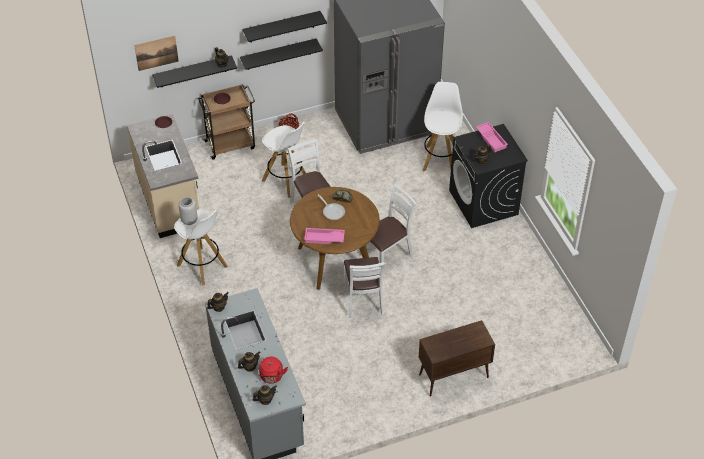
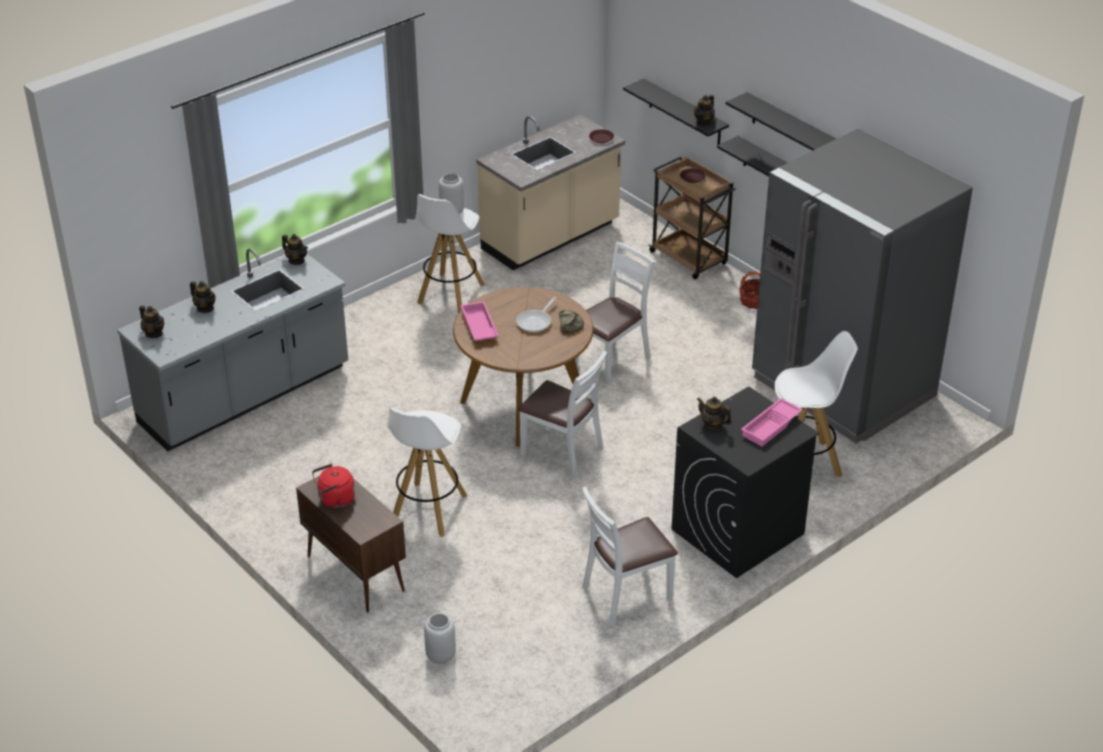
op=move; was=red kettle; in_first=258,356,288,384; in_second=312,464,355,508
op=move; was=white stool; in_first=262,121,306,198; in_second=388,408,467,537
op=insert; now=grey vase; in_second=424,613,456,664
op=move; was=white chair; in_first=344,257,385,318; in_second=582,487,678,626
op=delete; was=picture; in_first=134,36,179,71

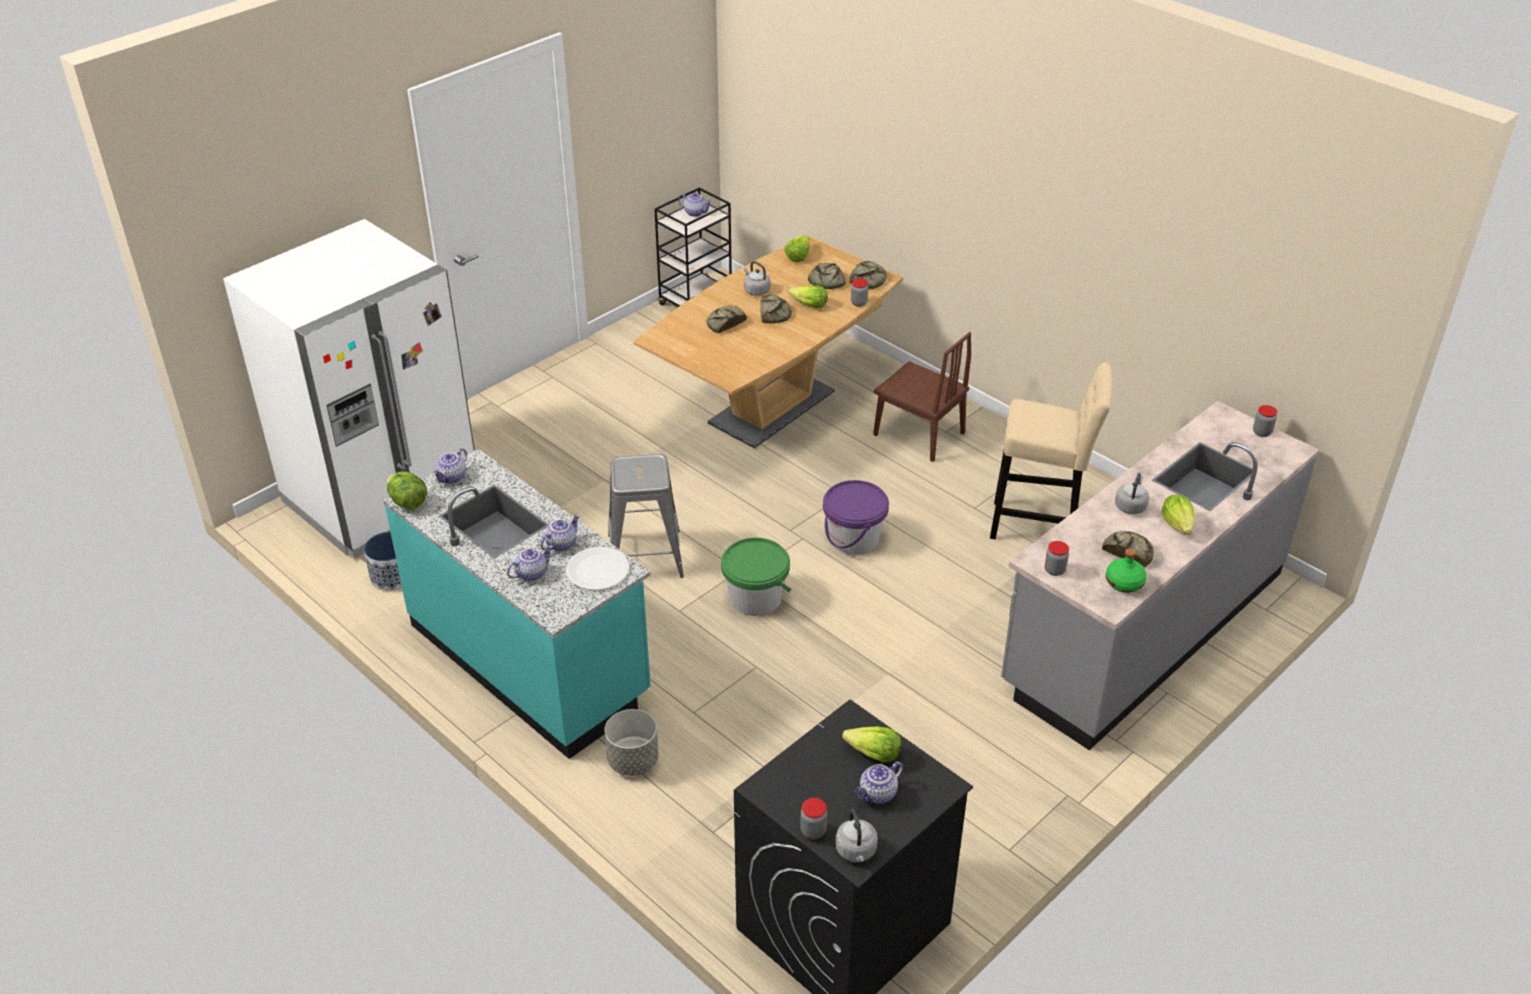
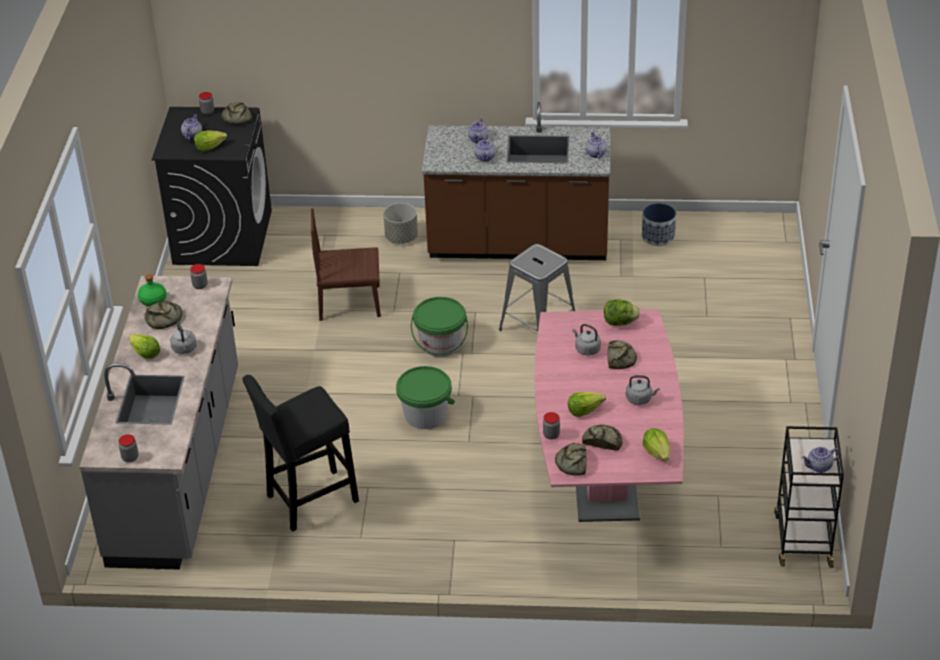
op=move; was=bread; in_first=760,295,792,323; in_second=221,103,252,125
op=recolor; was=beige stool; now=black stool; in_first=990,362,1113,539; in_second=242,375,359,532
op=move; was=brown chair; in_first=873,332,971,462; in_second=311,208,381,321
op=recolor; was=purple bucket; now=green bucket; in_first=823,480,889,555; in_second=396,366,455,429
op=recolor; was=turquoise counter; now=brown counter; in_first=383,449,651,759; in_second=422,102,610,260
op=recolor; was=brown dining table; now=pink dining table; in_first=633,235,903,448; in_second=534,309,684,522
op=move; was=grey kettle; in_first=836,809,878,862; in_second=572,324,601,356
op=move; was=lettuce; in_first=387,471,427,510; in_second=604,299,640,326
op=delete; was=white fridge; in_first=223,219,475,559
op=delete; was=white plate; in_first=566,547,629,590

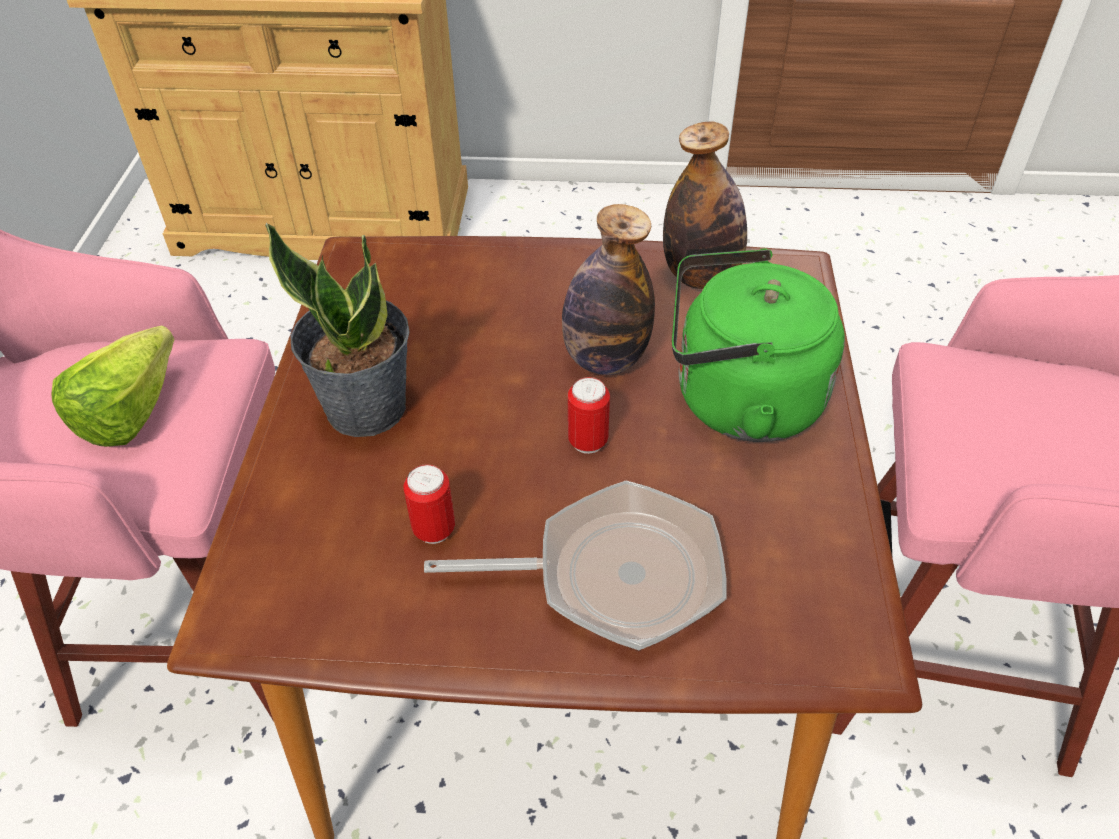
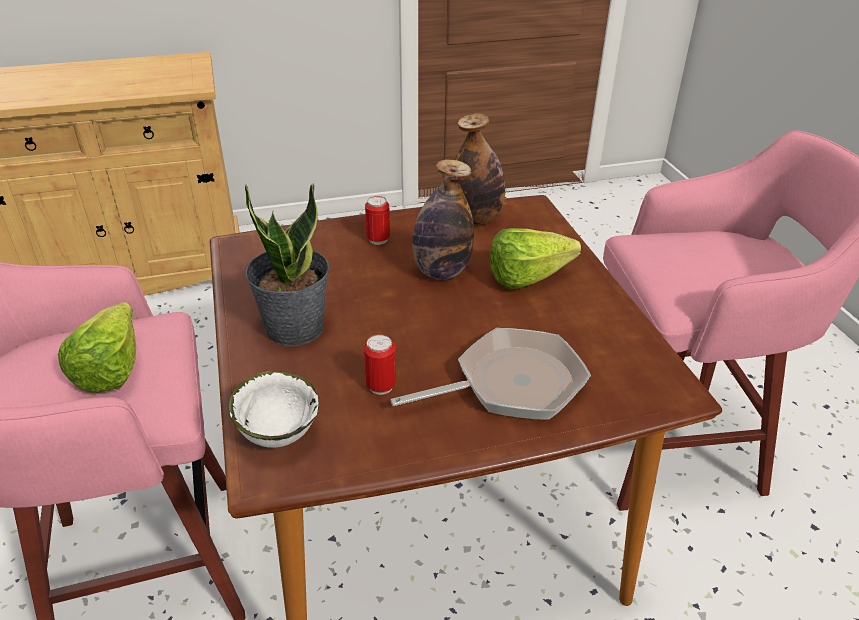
op=insert; now=white bowl; in_second=229,371,319,448
op=move; was=can; in_first=568,377,610,454; in_second=365,196,390,245
op=replace; was=green kettle; now=lettuce; in_first=672,249,845,442; in_second=490,228,581,289

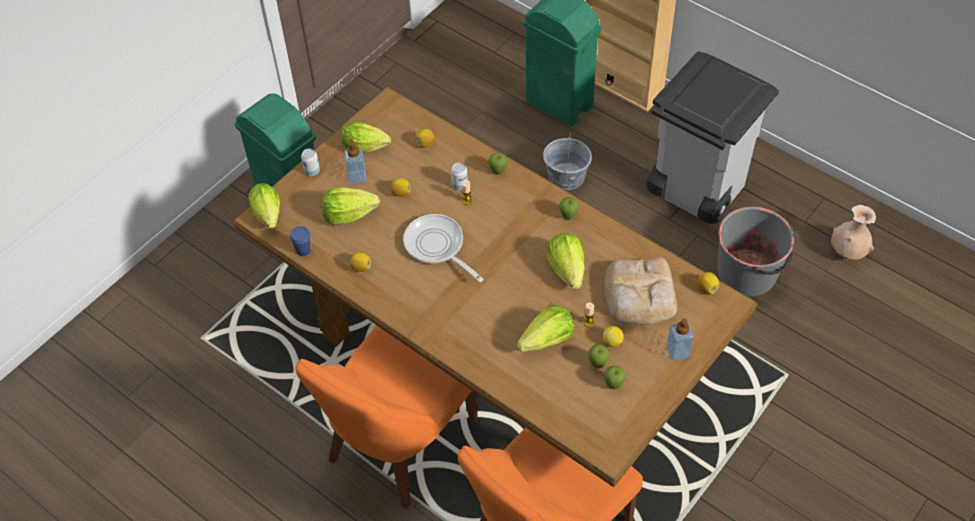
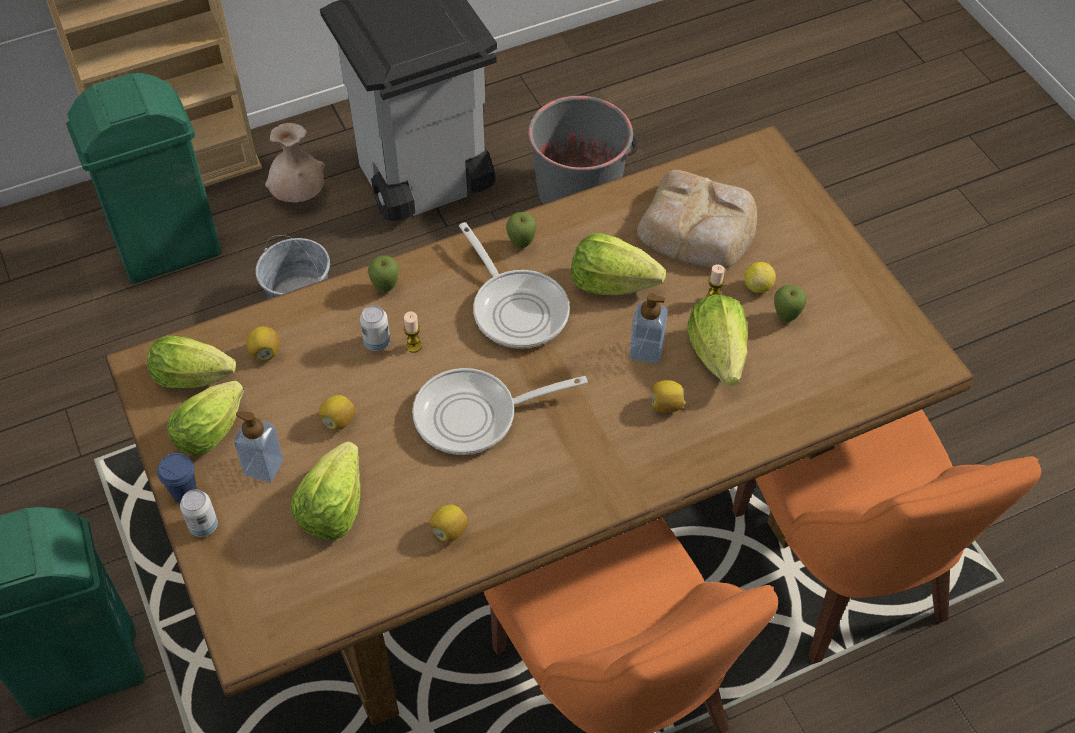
op=move; was=lettuce; in_first=248,183,280,229; in_second=147,335,236,388
op=move; was=blue cup; in_first=290,226,310,256; in_second=157,453,197,503
op=move; was=beige vase; in_first=831,205,876,260; in_second=265,123,325,203
op=insert; now=frying pan; in_second=459,222,570,349
op=move; was=soap dispenser; in_first=666,318,694,361; in_second=629,293,668,364
op=move; was=lemon; in_first=697,272,719,294; in_second=652,380,685,413
op=delete; was=apple; in_first=604,366,626,389

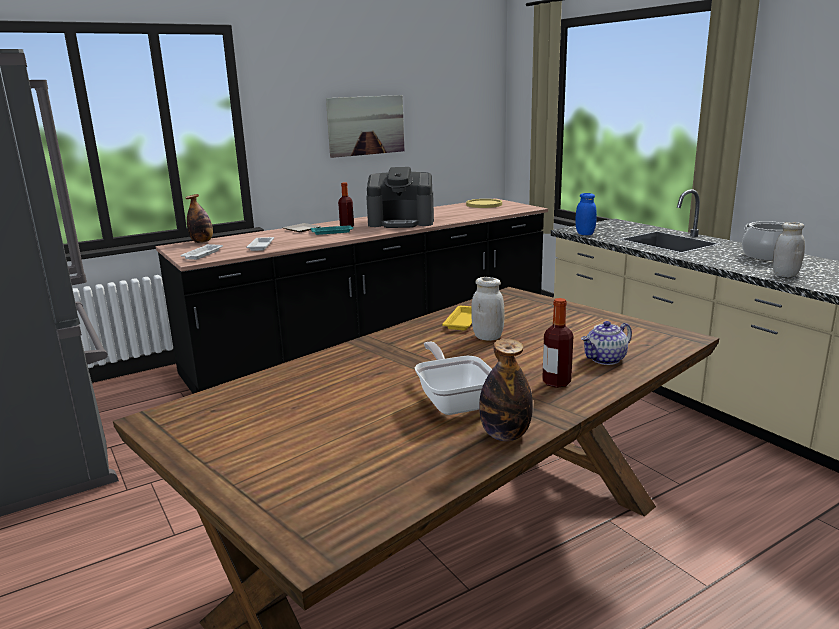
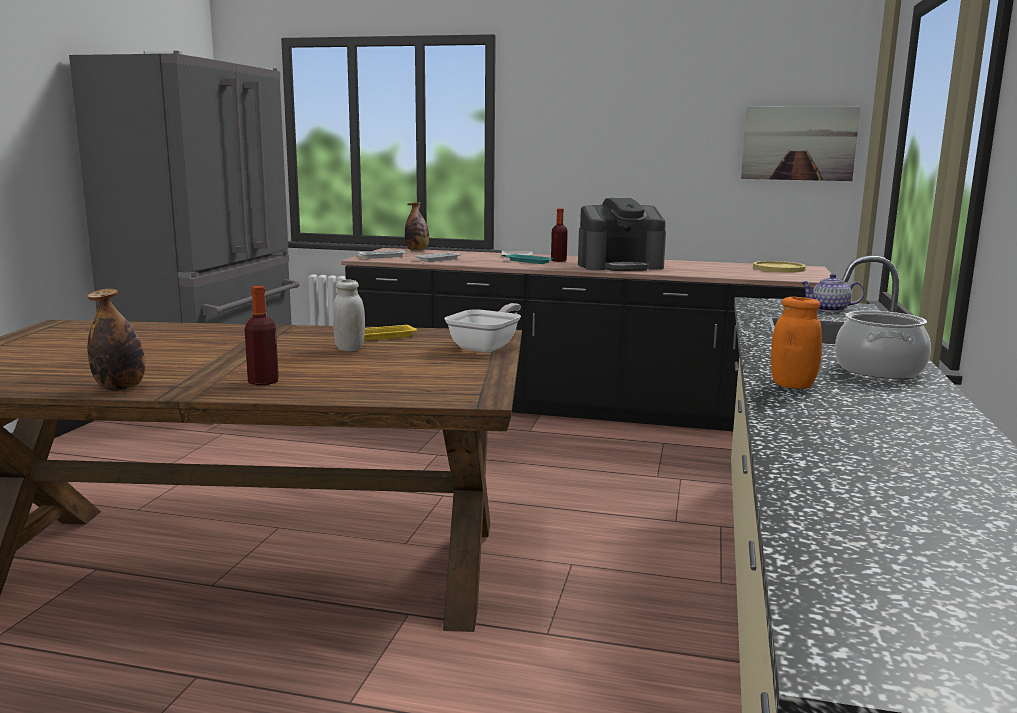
op=move; was=frying pan; in_first=415,342,492,415; in_second=445,303,521,352
op=rotate; was=coffee machine; in_first=366,167,434,228; in_second=578,198,666,271; clockwise=-60
op=move; was=picture; in_first=326,95,404,158; in_second=741,106,860,181
op=recolor; was=white jar; now=orange jar; in_first=773,222,805,277; in_second=771,297,822,389
op=move; was=teapot; in_first=581,321,632,365; in_second=801,274,865,312
op=delete; was=blue jar; in_first=575,193,597,235

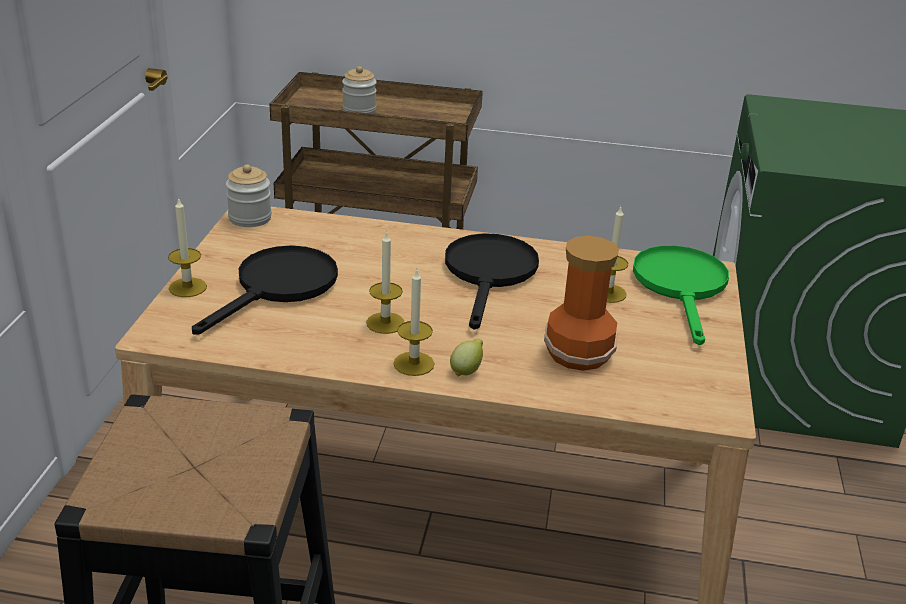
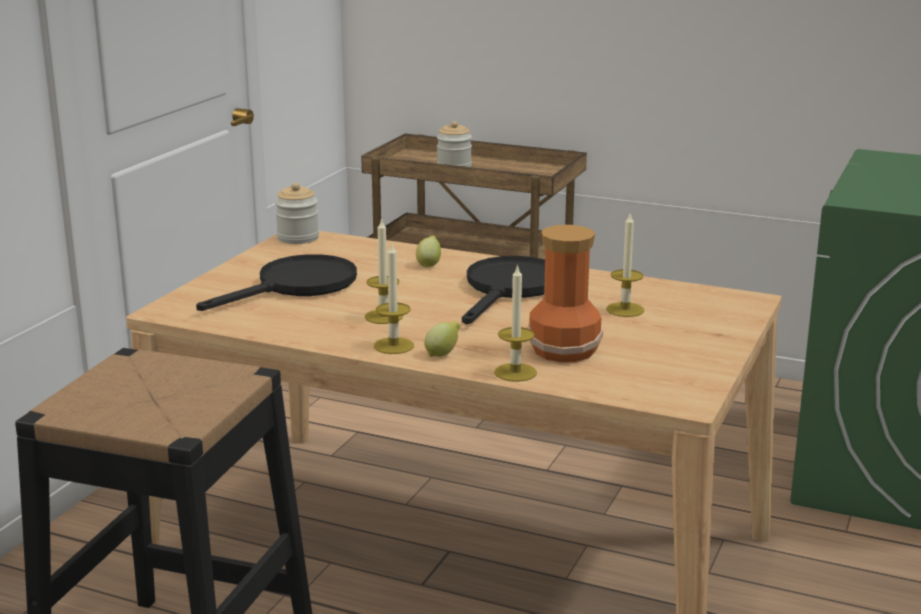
op=insert; now=lemon; in_second=416,236,441,268
op=move; was=candle; in_first=168,197,207,297; in_second=494,264,537,382
op=delete; was=green frying pan; in_first=633,245,729,345

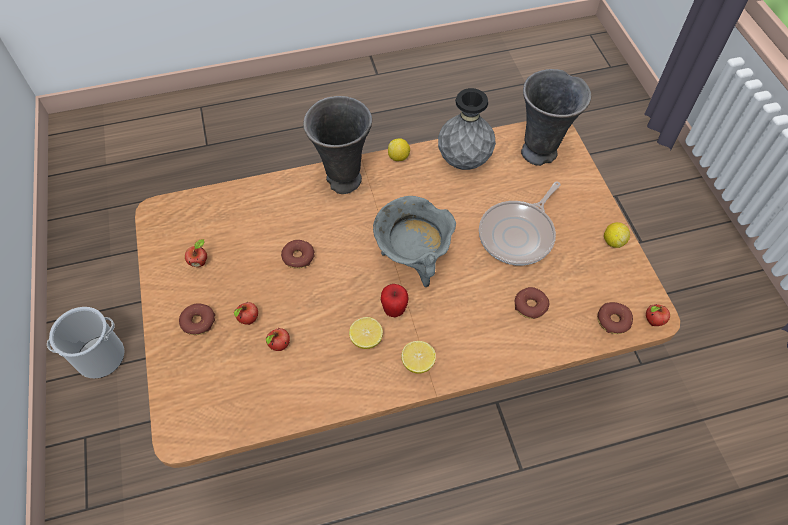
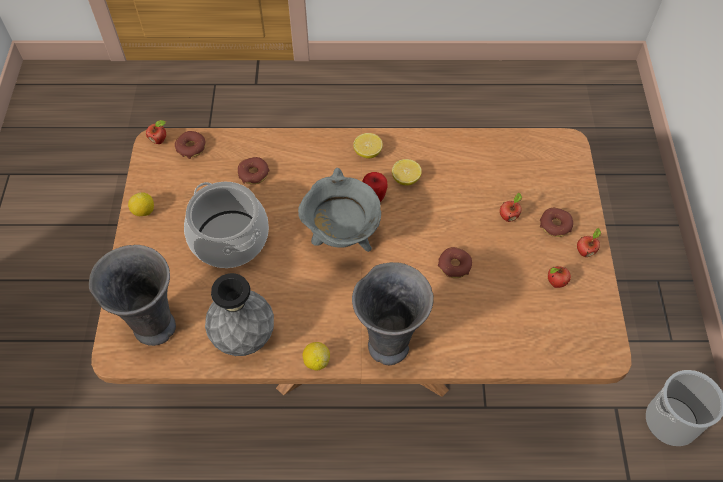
op=replace; was=frying pan; now=cooking pot; in_first=479,181,561,265; in_second=184,182,269,268
op=move; was=apple; in_first=266,328,290,351; in_second=577,228,601,257

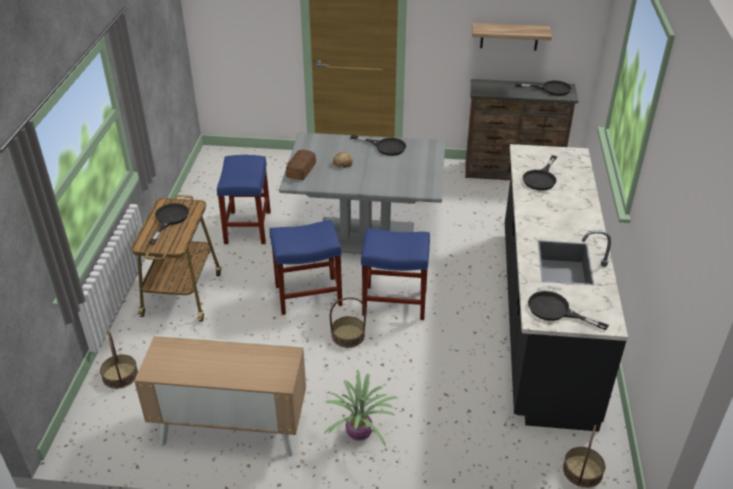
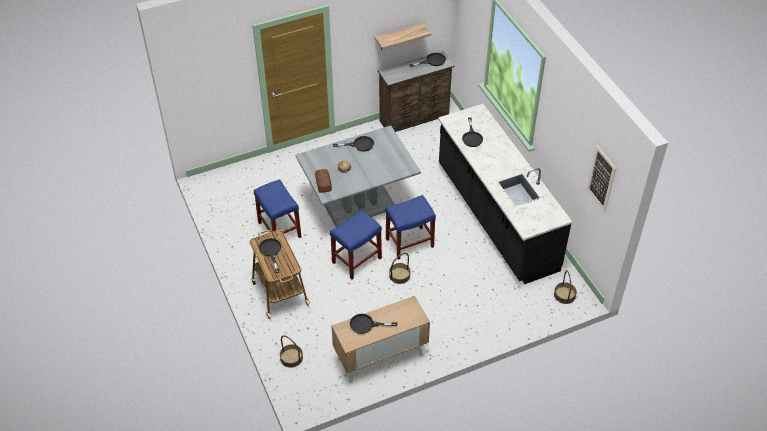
op=move; was=black frying pan; in_first=528,291,609,330; in_second=350,314,397,334
op=insert; now=picture; in_second=586,145,616,212
op=delete; was=potted plant; in_first=324,369,400,447

